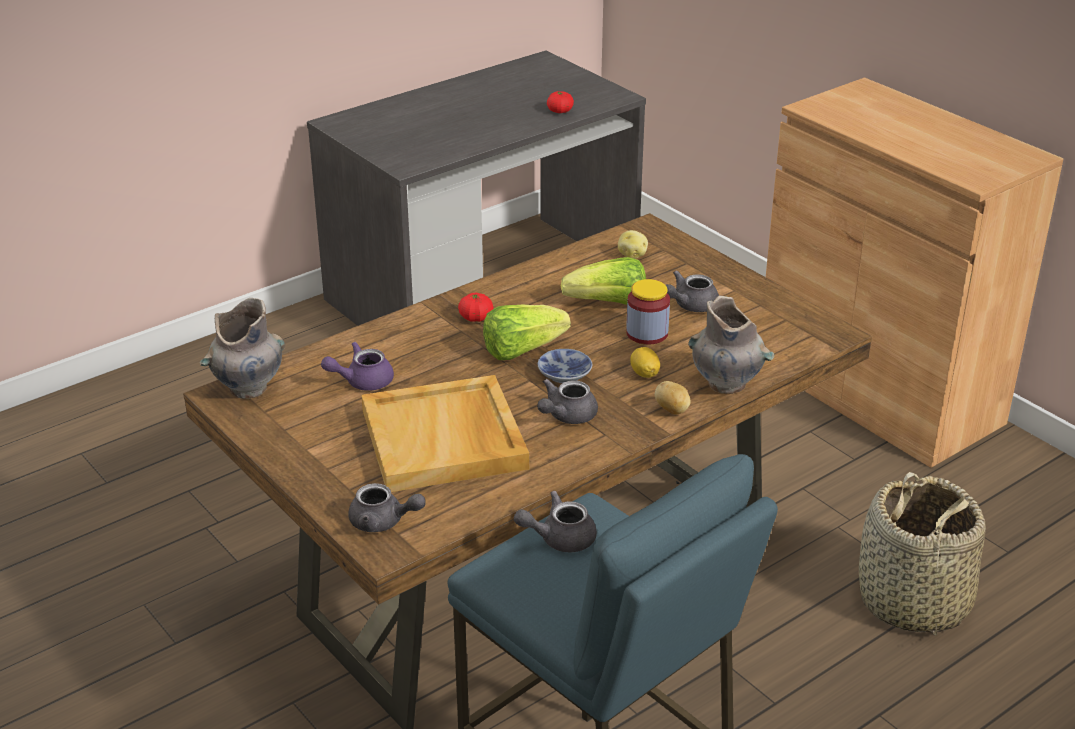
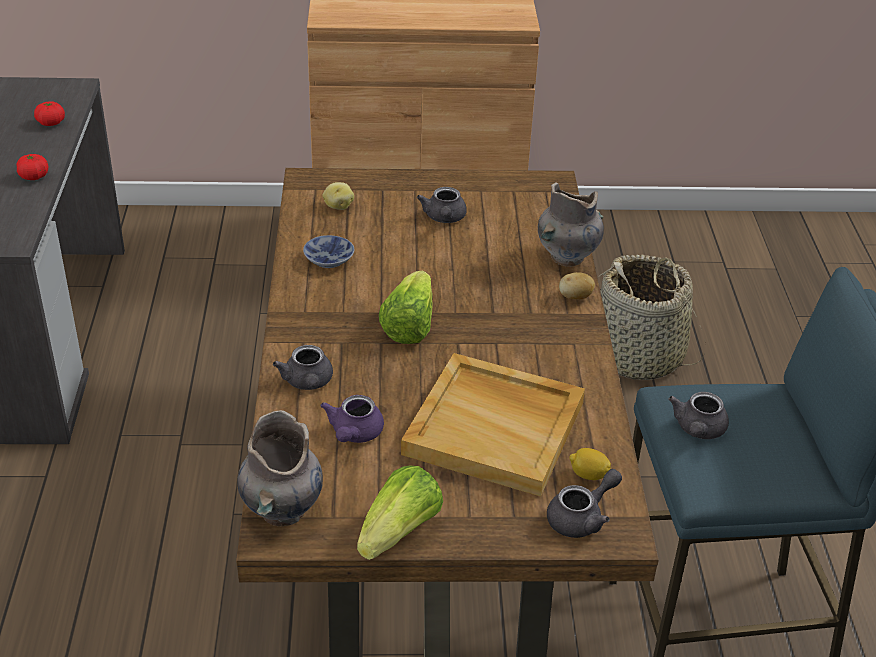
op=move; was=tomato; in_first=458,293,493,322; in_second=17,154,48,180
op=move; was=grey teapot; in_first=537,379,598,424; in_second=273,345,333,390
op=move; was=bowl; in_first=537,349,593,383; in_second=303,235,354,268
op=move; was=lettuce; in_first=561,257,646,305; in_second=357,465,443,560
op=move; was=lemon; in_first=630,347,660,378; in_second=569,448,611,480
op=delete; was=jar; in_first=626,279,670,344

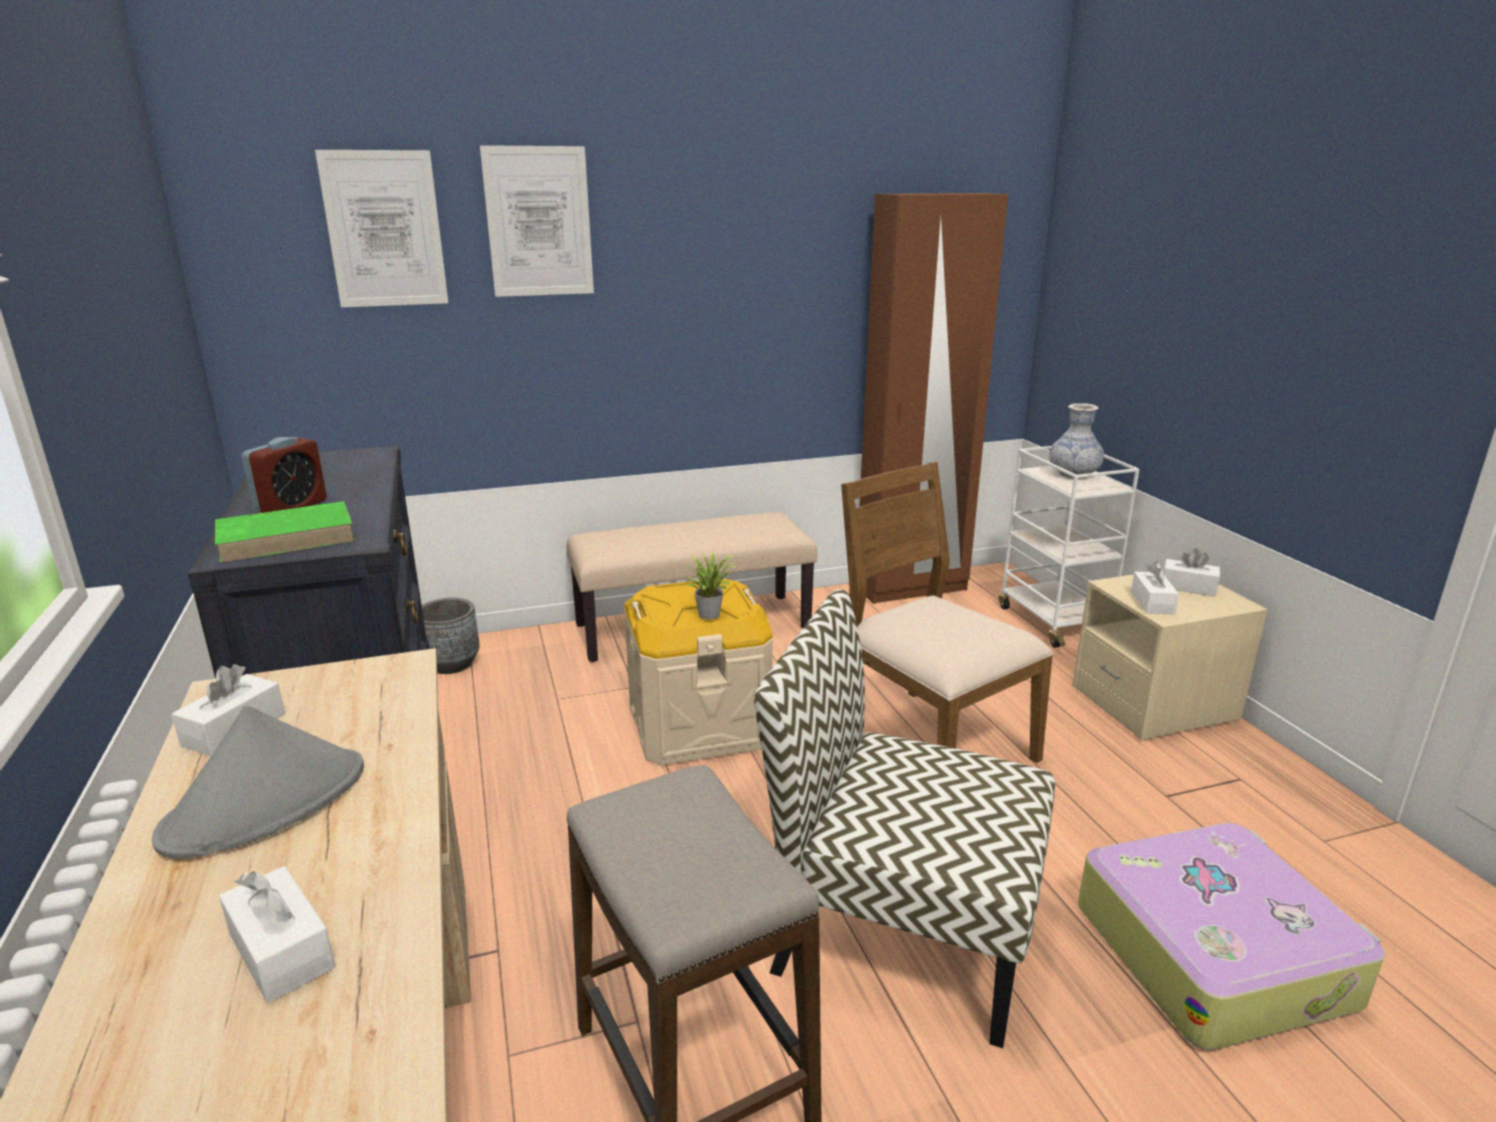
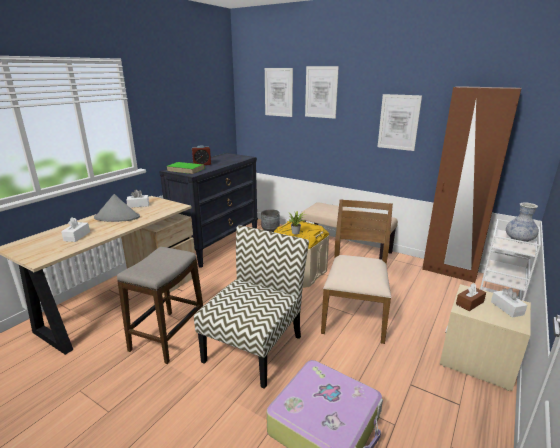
op=rotate; was=chair; in_first=754,589,1055,1048; in_second=194,225,309,389; clockwise=45
op=insert; now=picture; in_second=378,94,422,151
op=recolor; was=white tissue box; now=brown tissue box; in_first=1131,561,1179,614; in_second=456,283,486,311

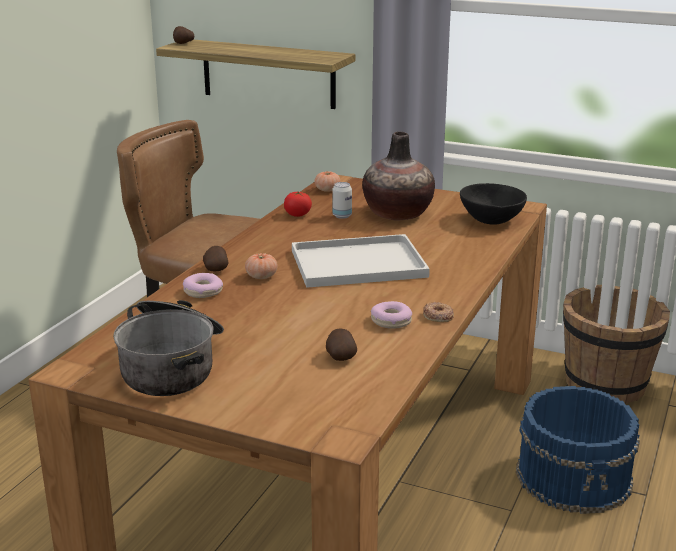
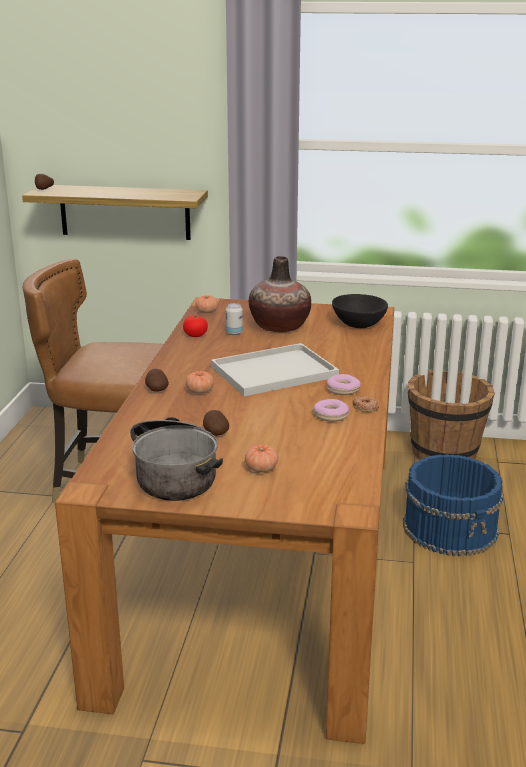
op=move; was=potato; in_first=326,328,357,361; in_second=203,410,229,436
op=insert; now=tomato; in_second=245,445,278,472
op=move; was=donut; in_first=183,273,223,298; in_second=327,374,361,395

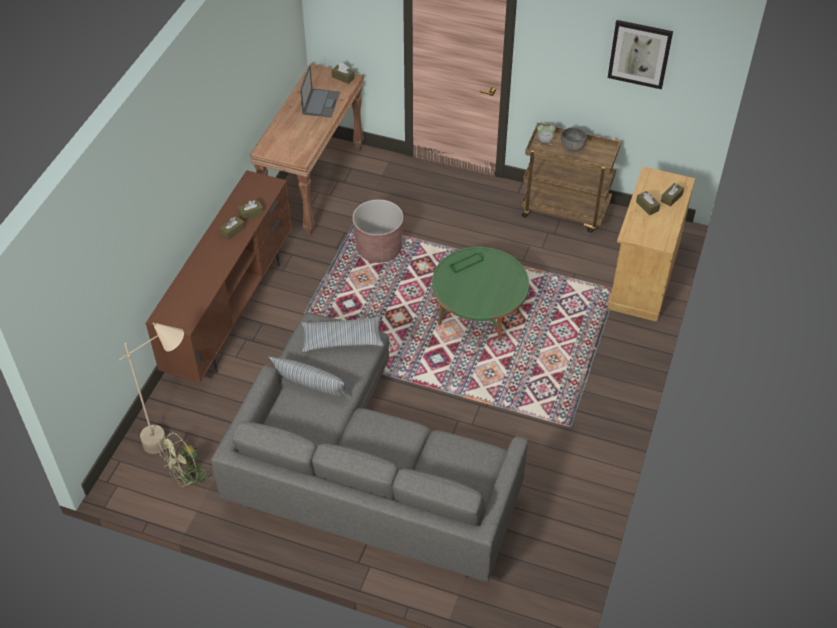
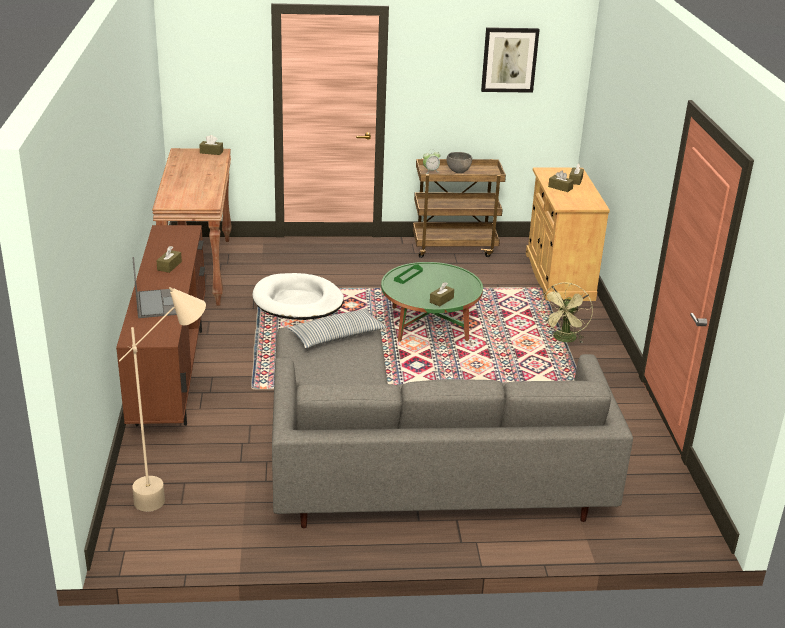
op=move; was=laptop; in_first=300,65,340,118; in_second=132,257,177,318
op=replace; was=brown planter; now=white dog bed; in_first=352,199,403,263; in_second=253,273,344,320
op=move; was=brown tissue box; in_first=238,200,264,221; in_second=430,282,454,306
op=move; was=green fan; in_first=159,432,214,490; in_second=539,282,593,343
op=delete; was=pillow; in_first=269,357,351,397

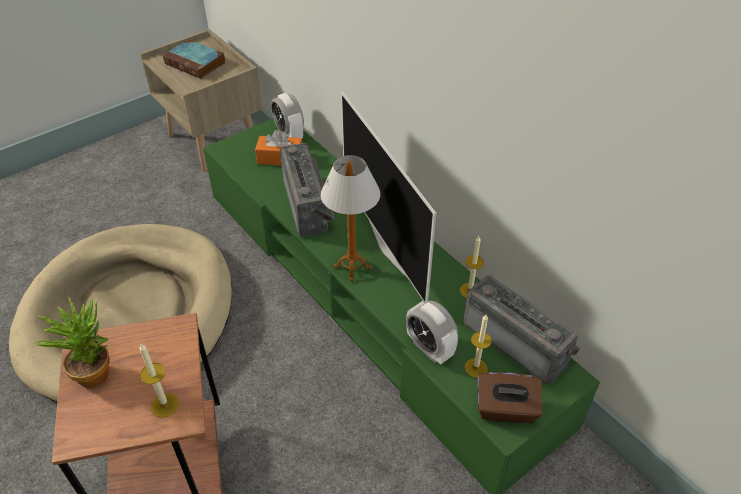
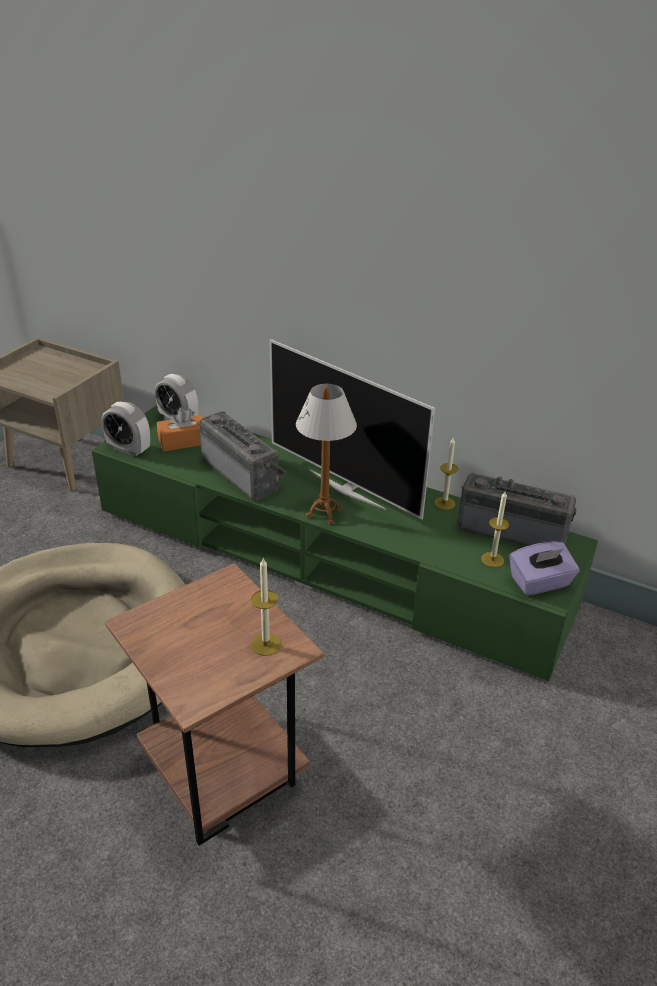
op=move; was=alarm clock; in_first=406,301,458,364; in_second=101,401,150,457
op=recolor; was=brown tissue box; now=purple tissue box; in_first=478,372,542,423; in_second=510,541,580,596
op=delete; was=potted plant; in_first=34,296,110,388
op=delete; was=book; in_first=163,39,226,79

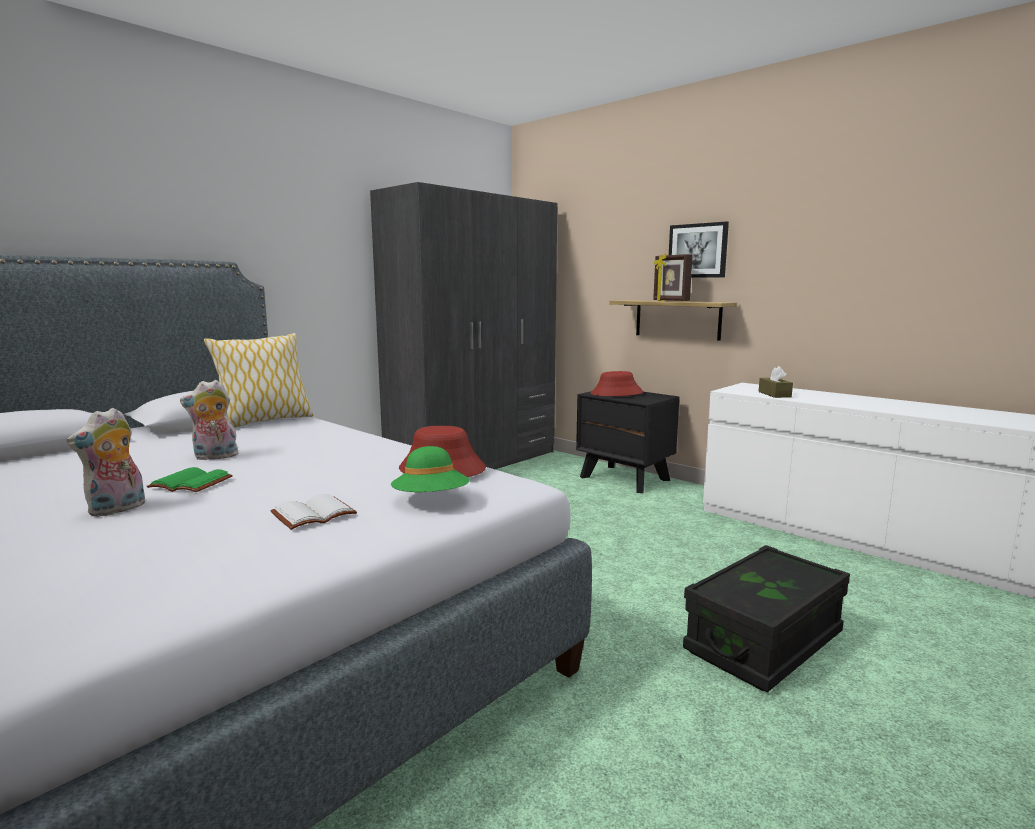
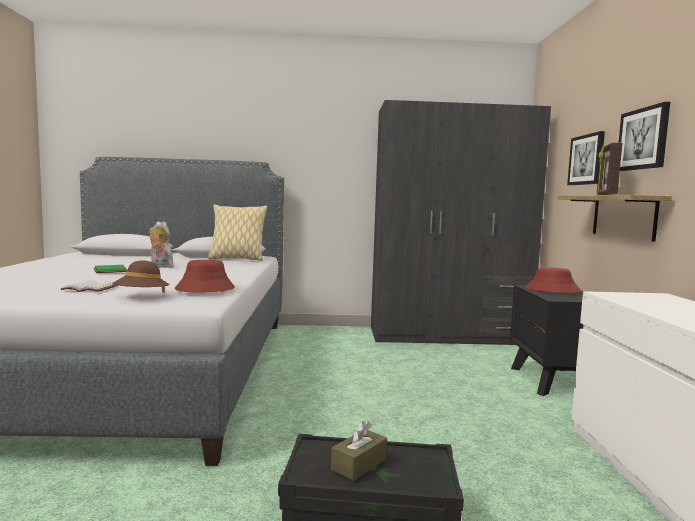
op=recolor; was=green hat; now=brown hat; in_first=391,446,470,492; in_second=112,260,170,293
op=move; was=brown tissue box; in_first=758,366,793,398; in_second=331,421,387,481
op=insert; now=picture; in_second=567,131,605,185
op=delete; was=plush toy; in_first=67,408,145,517

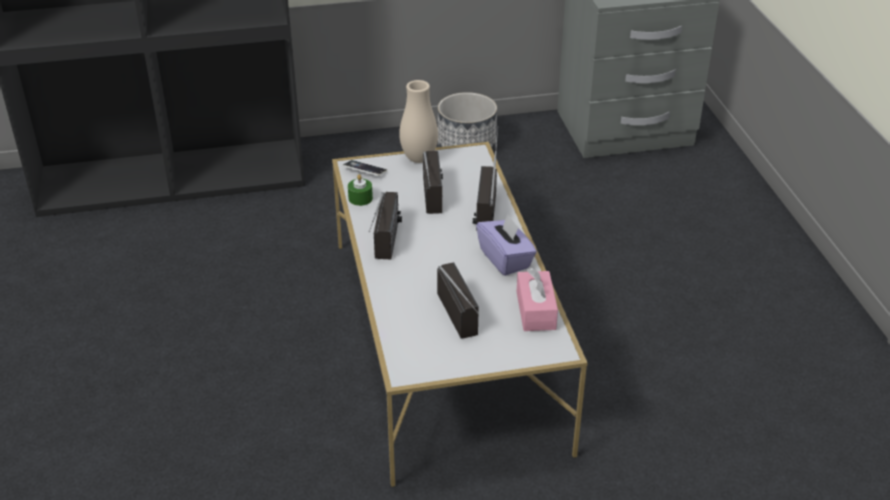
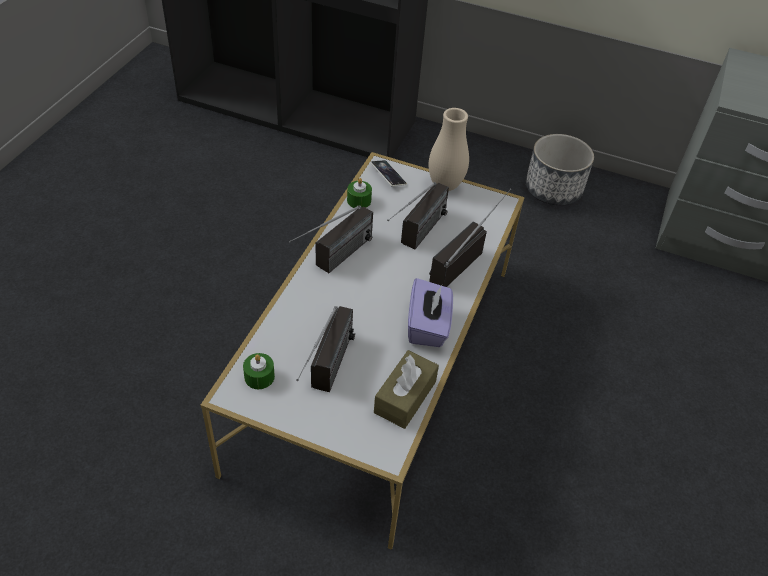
op=insert; now=green candle; in_second=243,353,275,389
op=recolor; was=pink tissue box; now=brown tissue box; in_first=517,268,558,331; in_second=374,350,439,429

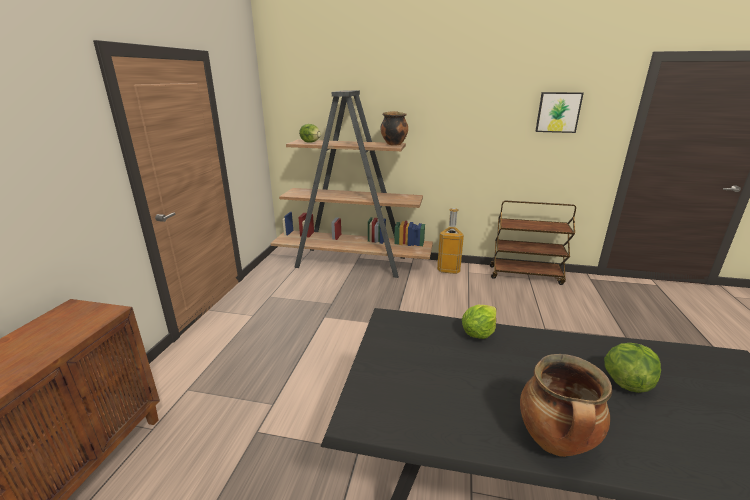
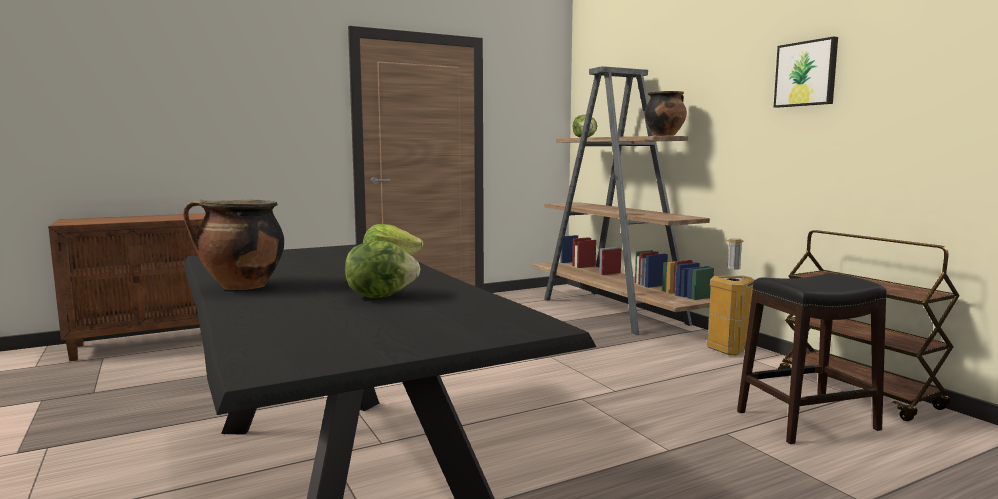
op=insert; now=black stool; in_second=737,273,887,444
op=move; was=picture; in_first=535,92,584,133; in_second=774,37,838,108

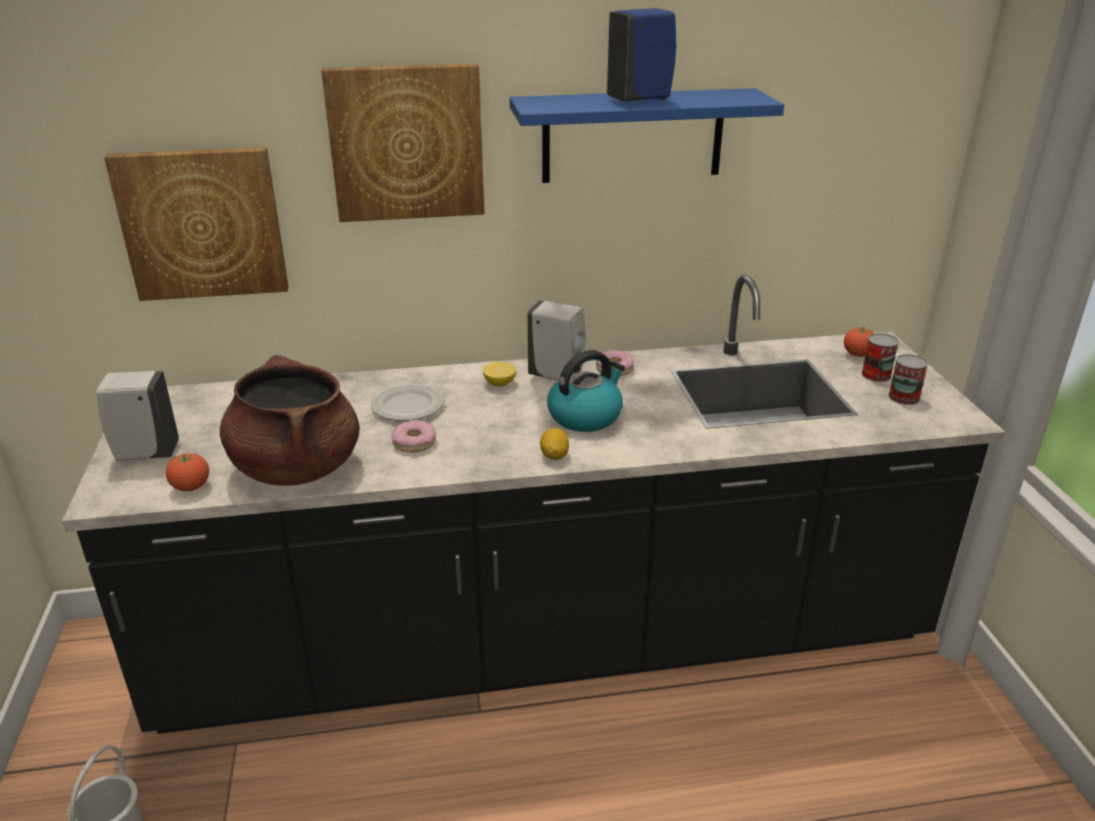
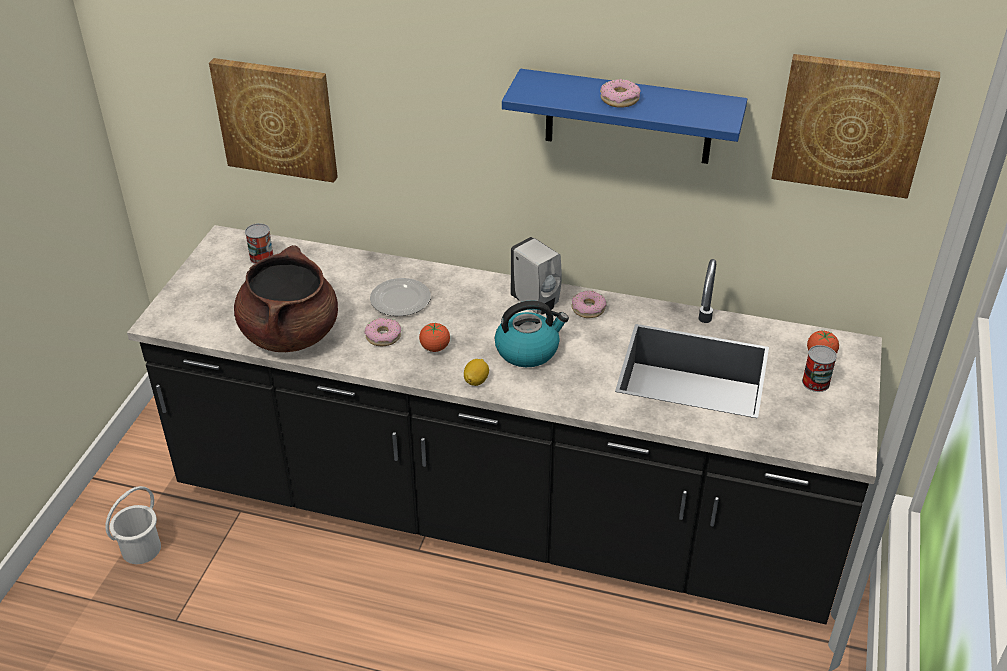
op=move; was=can; in_first=888,354,928,405; in_second=245,223,274,264
op=move; was=tomato; in_first=166,453,209,491; in_second=419,323,450,352
op=replace; was=blue soap dispenser; now=donut; in_first=607,8,676,101; in_second=600,79,641,108
op=move; was=picture; in_first=321,63,484,222; in_second=771,54,940,199
op=delete; was=white soap dispenser; in_first=97,371,179,461
op=delete; was=lemon; in_first=483,362,517,387

